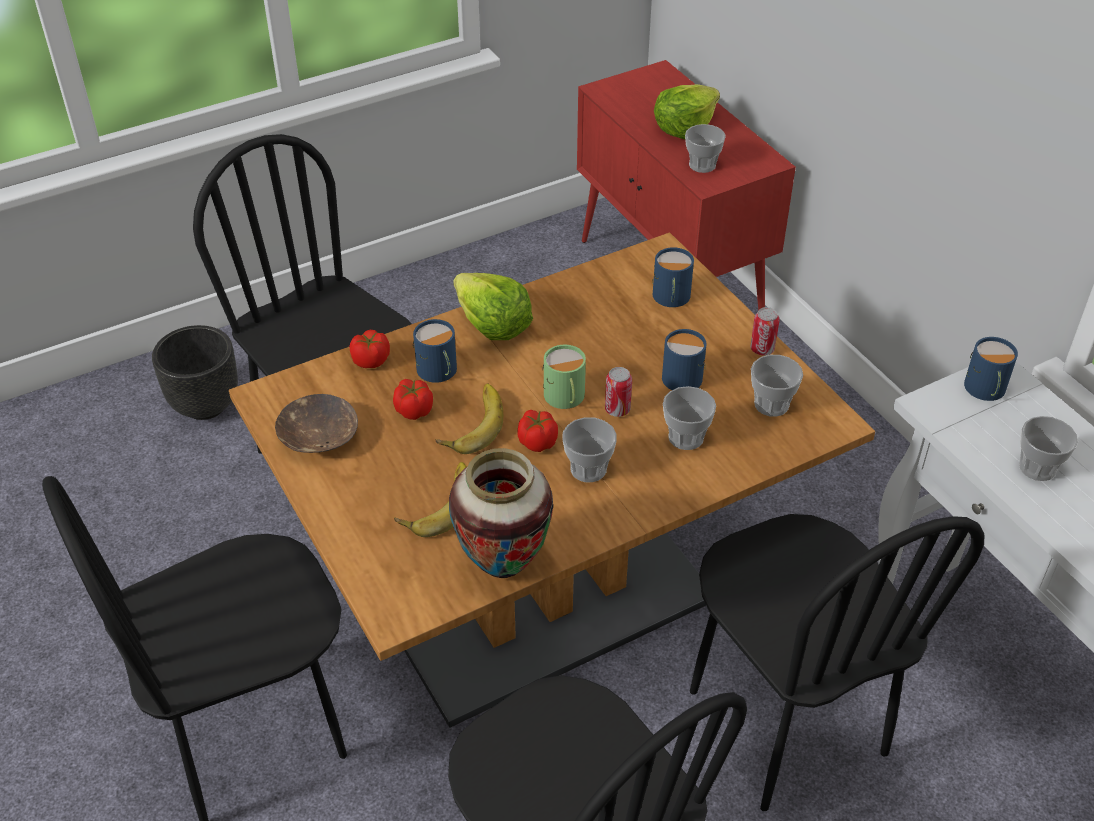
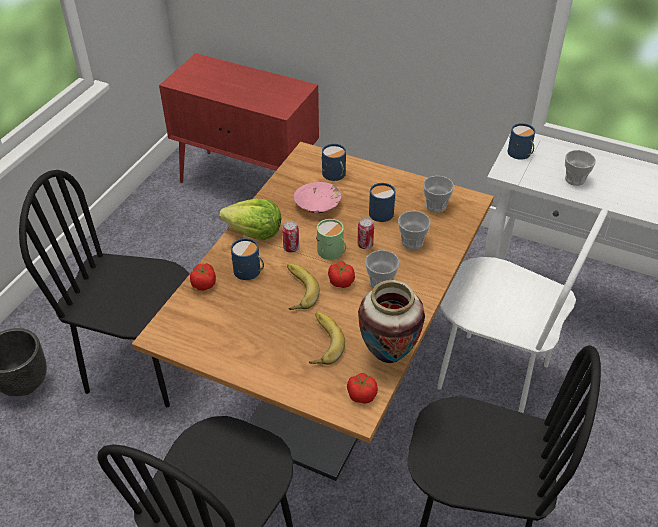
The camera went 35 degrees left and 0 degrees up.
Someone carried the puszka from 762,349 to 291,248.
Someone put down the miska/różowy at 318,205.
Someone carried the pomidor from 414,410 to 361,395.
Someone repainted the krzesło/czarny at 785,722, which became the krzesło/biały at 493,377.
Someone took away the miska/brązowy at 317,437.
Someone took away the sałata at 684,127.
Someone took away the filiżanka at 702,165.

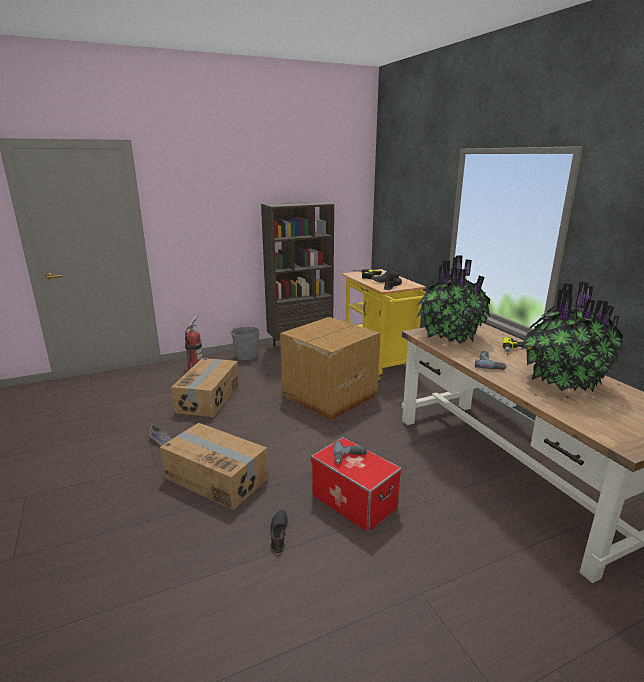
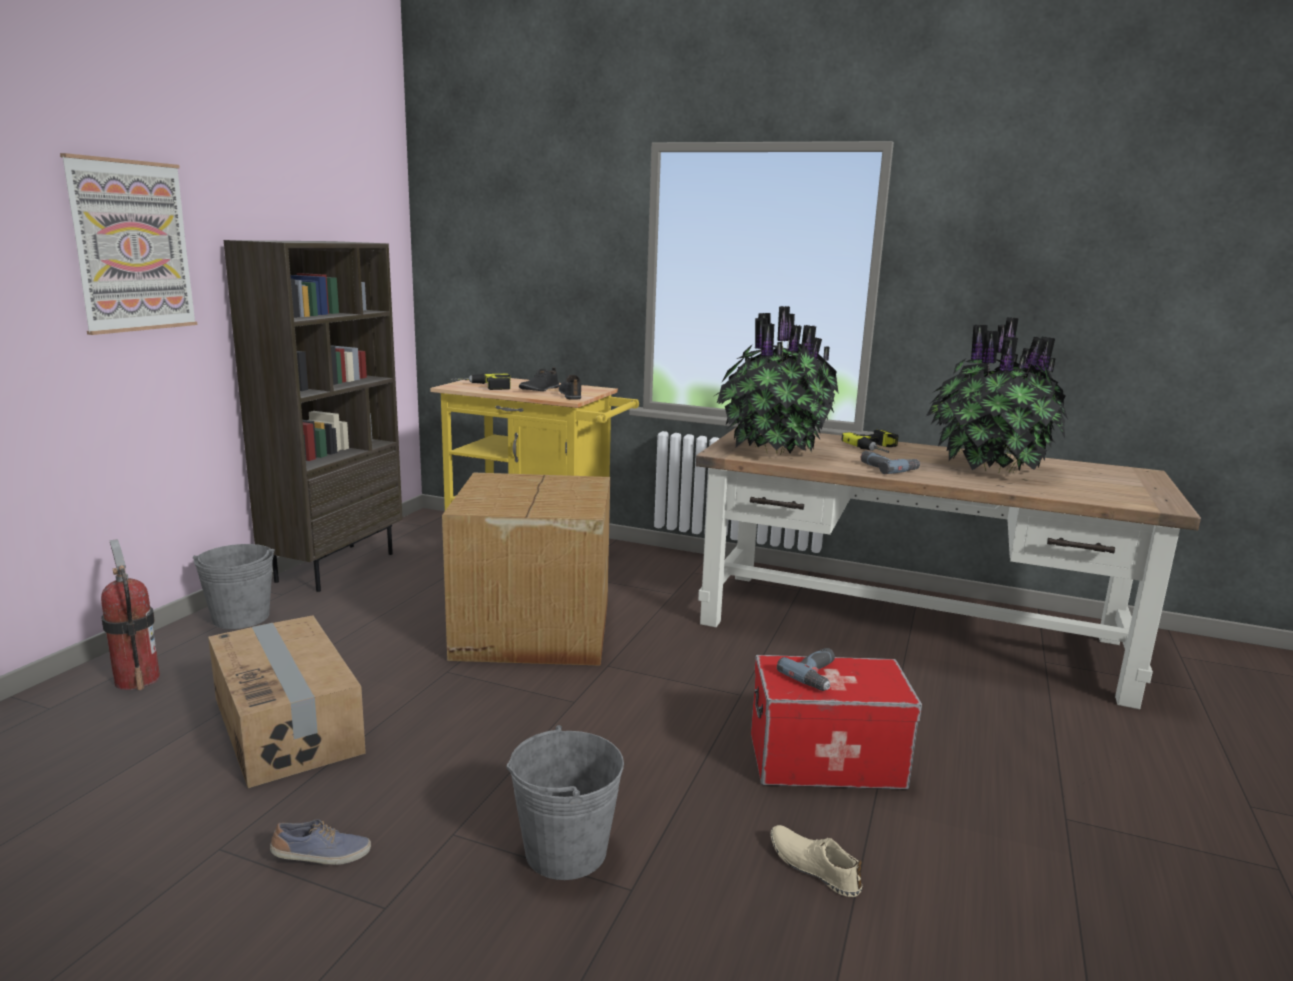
The camera went 45 degrees left and 5 degrees down.
Someone put up the obraz at 132,246.
Someone swapped the karton at 217,478 for the wiadro/szary at 565,851.
Someone repainted the but/czarny at 279,533, which became the but/beżowy at 813,866.

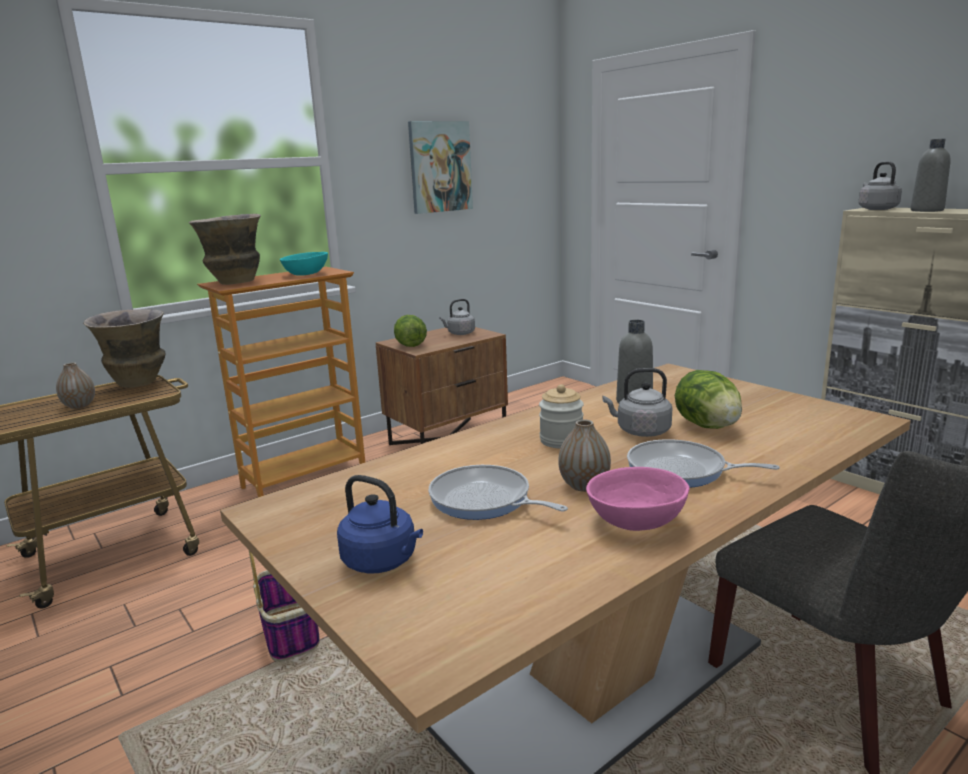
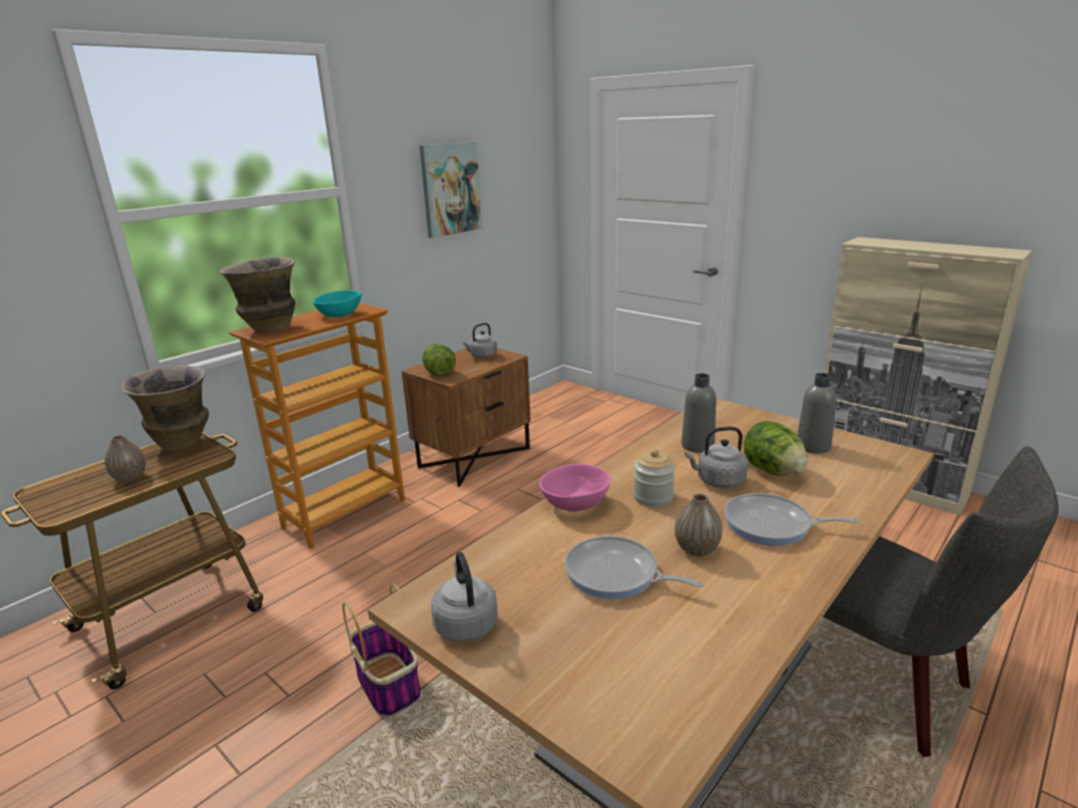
The camera went 10 degrees left and 5 degrees up.
Someone carried the czajnik/szary from 876,209 to 465,623.
Someone carried the miska/różowy from 638,522 to 576,504.
Someone carried the butelka/szary from 927,210 to 813,446.
Someone took away the czajnik/niebieski at 382,562.

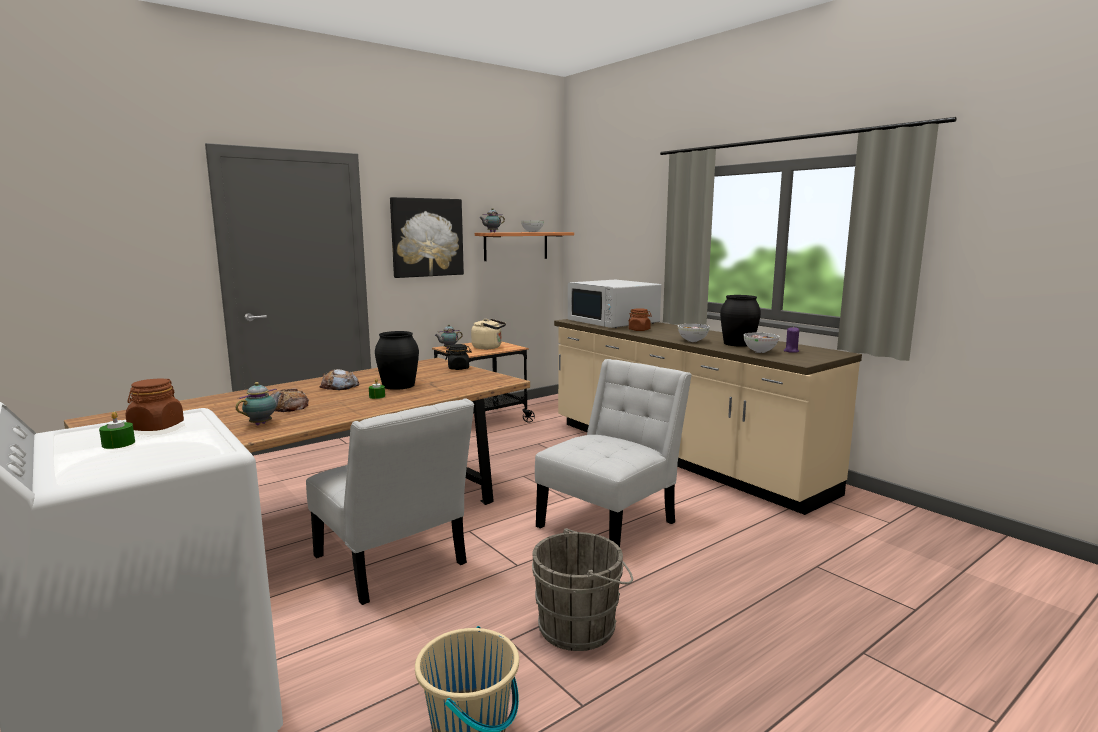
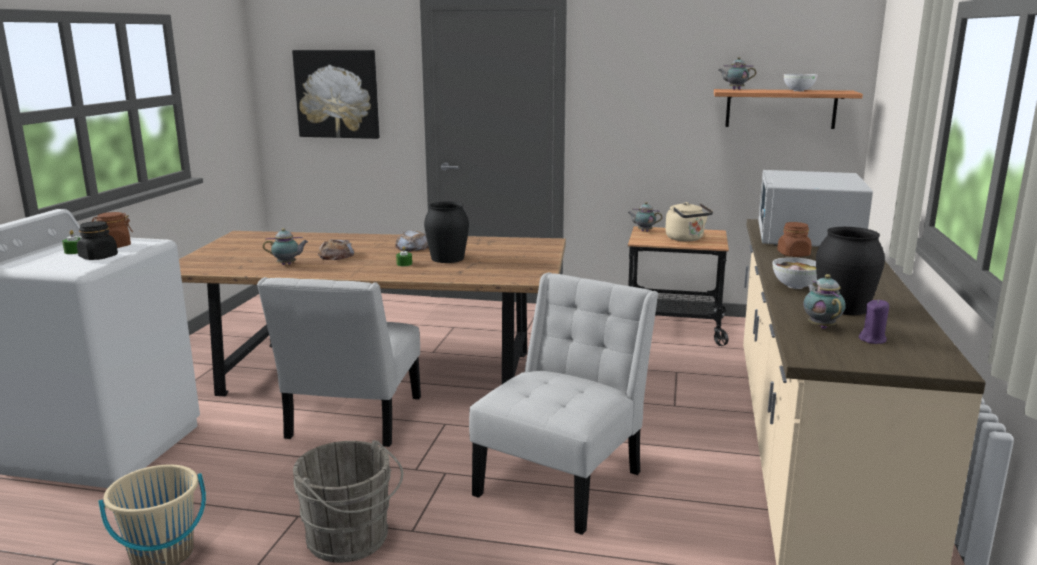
The camera went 50 degrees right and 5 degrees up.
Someone carried the słoik/czarny from 458,368 to 99,257.
Someone carried the obraz from 427,237 to 337,94.
Someone rotated the krzesło/biały at 611,522 by 60 degrees counterclockwise.
Someone swapped the miska at 760,352 for the imbryk at 821,326.

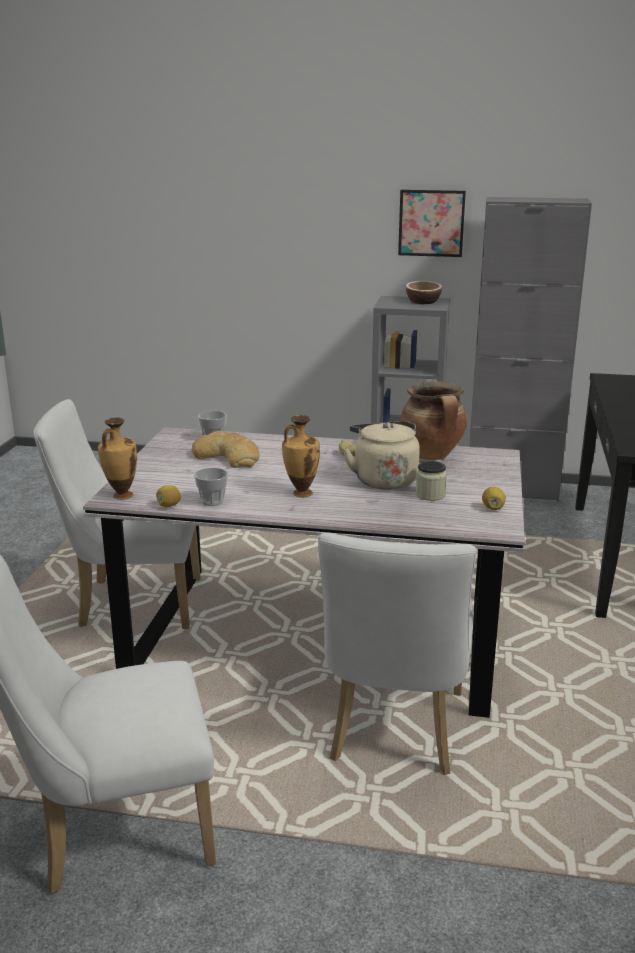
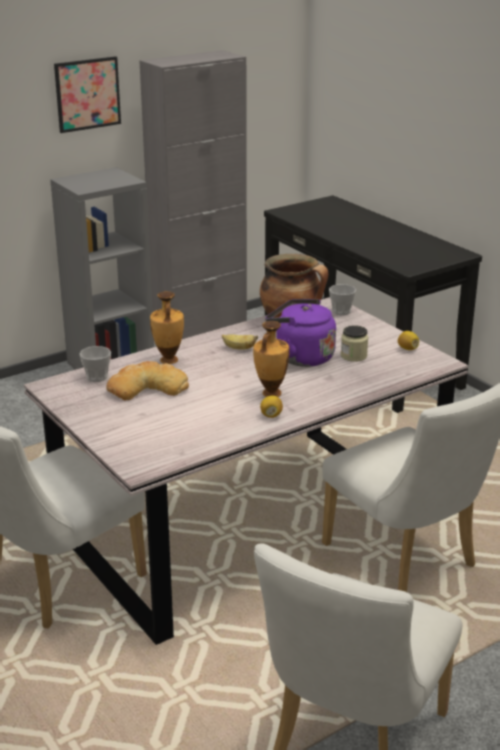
The camera went 45 degrees left and 5 degrees up.
Someone carried the wazon from 121,496 to 168,360.
Someone carried the cytryna from 168,505 to 271,415.
Someone repainted the czajnik/beżowy at 383,479, which became the czajnik/fioletowy at 300,357.
Someone carried the filiżanka from 212,501 to 341,311.
Someone took away the miska at 423,302.

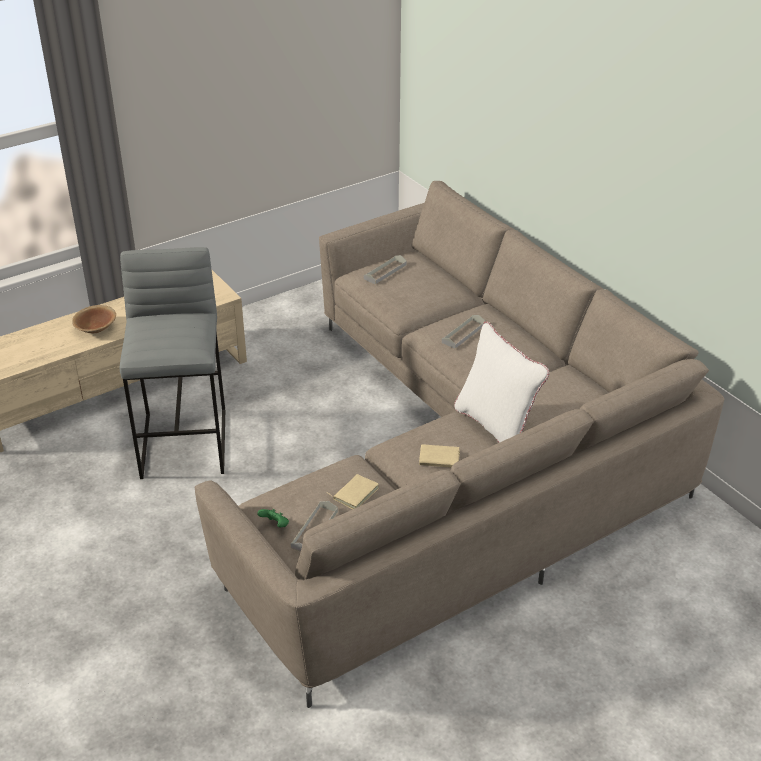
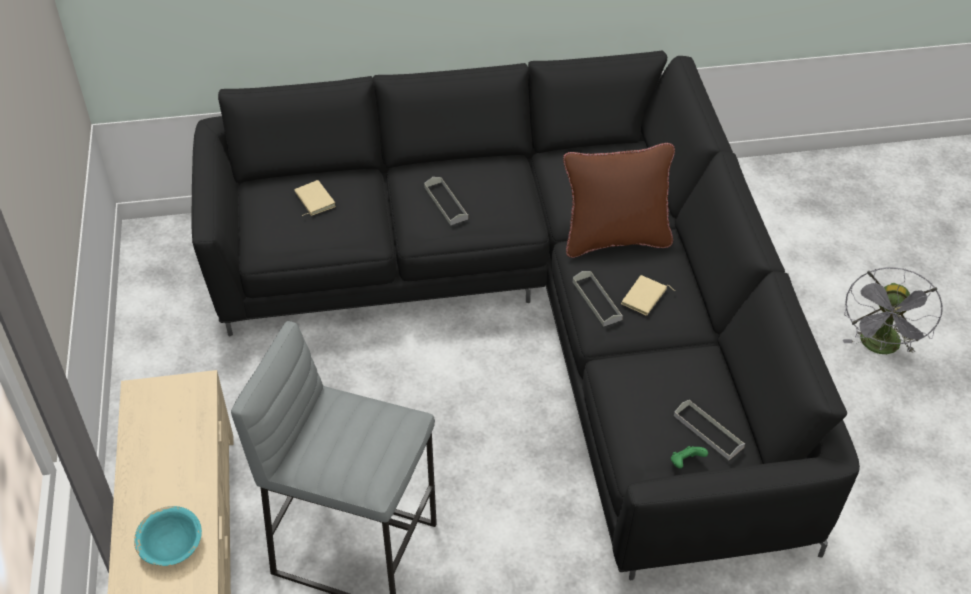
The camera went 65 degrees left and 10 degrees up.
Someone repainted the miska/brązowy at 96,328, which became the miska/turkusowy at 171,546.
Someone repainted the kanapa/beżowy at 459,464, which became the kanapa/czarny at 539,314.
Someone carried the książka/beżowy from 355,493 to 313,200.
Someone repainted the poduszka/biały at 496,427, which became the poduszka/brązowy at 615,239.
Someone carried the taca/szary from 385,272 to 597,300.
Someone put down the wentylator/szary at 880,347.

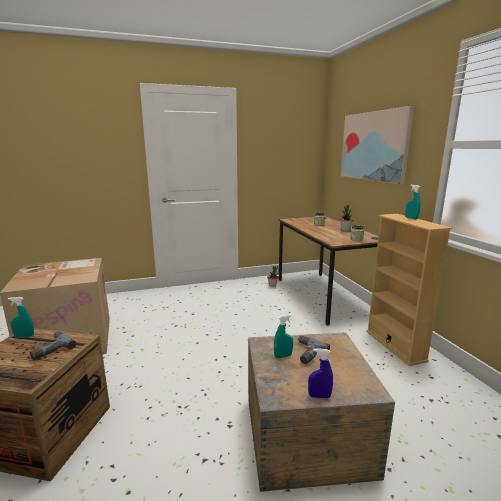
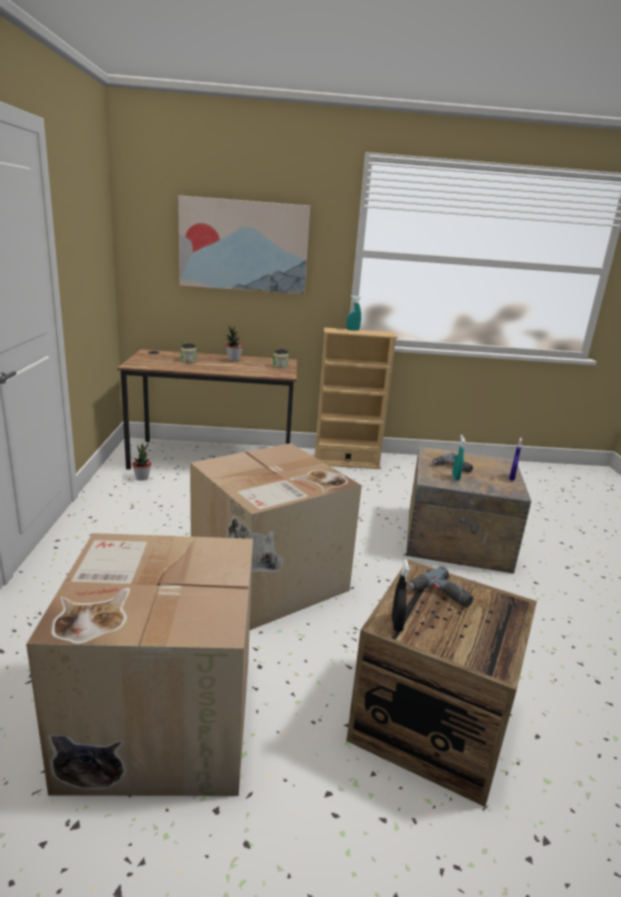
The camera went 75 degrees left and 5 degrees up.
Someone put down the karton at 268,579.
Someone repainted the spryskiwacz/turkusowy at 24,336, which became the spryskiwacz/czarny at 396,624.

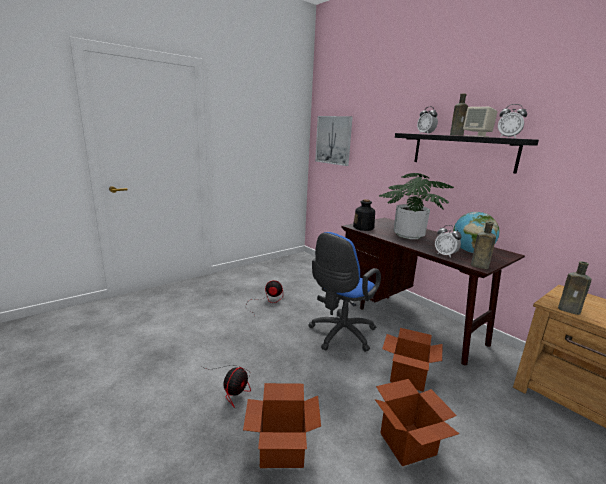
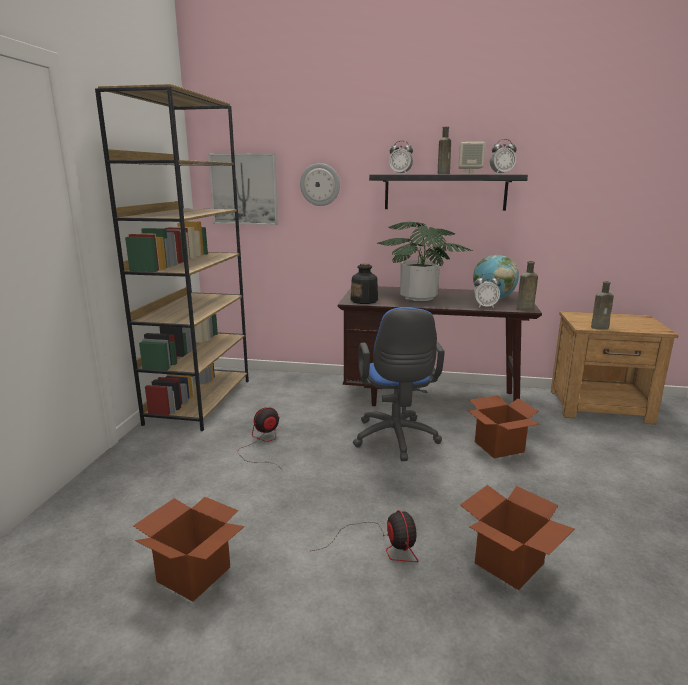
The camera went 40 degrees left and 0 degrees up.
Someone put down the regał/brązowy at 199,401.
Someone carried the karton from 407,444 to 194,575.
Someone put up the zegar ścienny at 320,184.

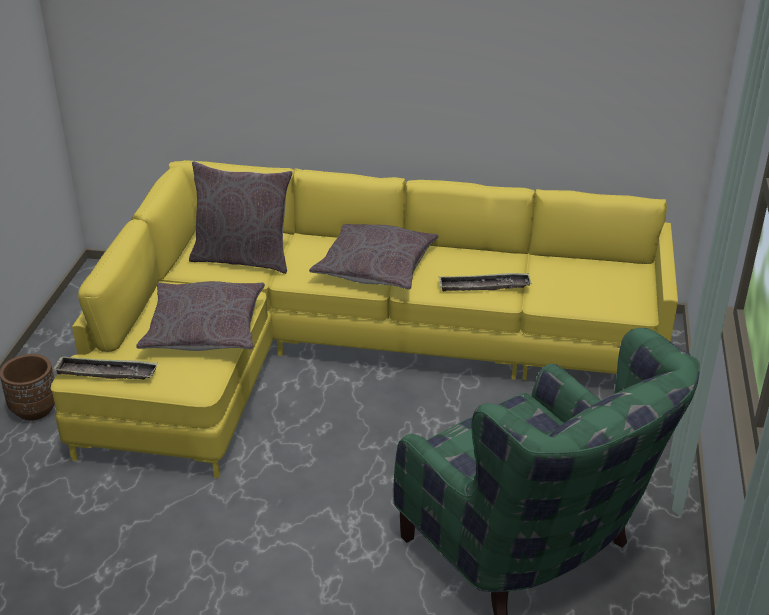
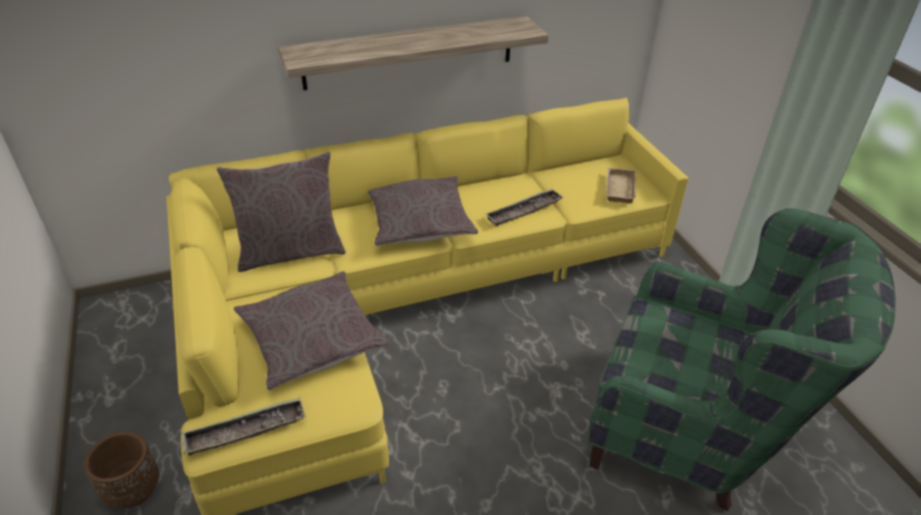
The camera went 30 degrees left and 5 degrees up.
Someone put up the półka at 409,52.
Someone put down the taca/beżowy at 618,188.

